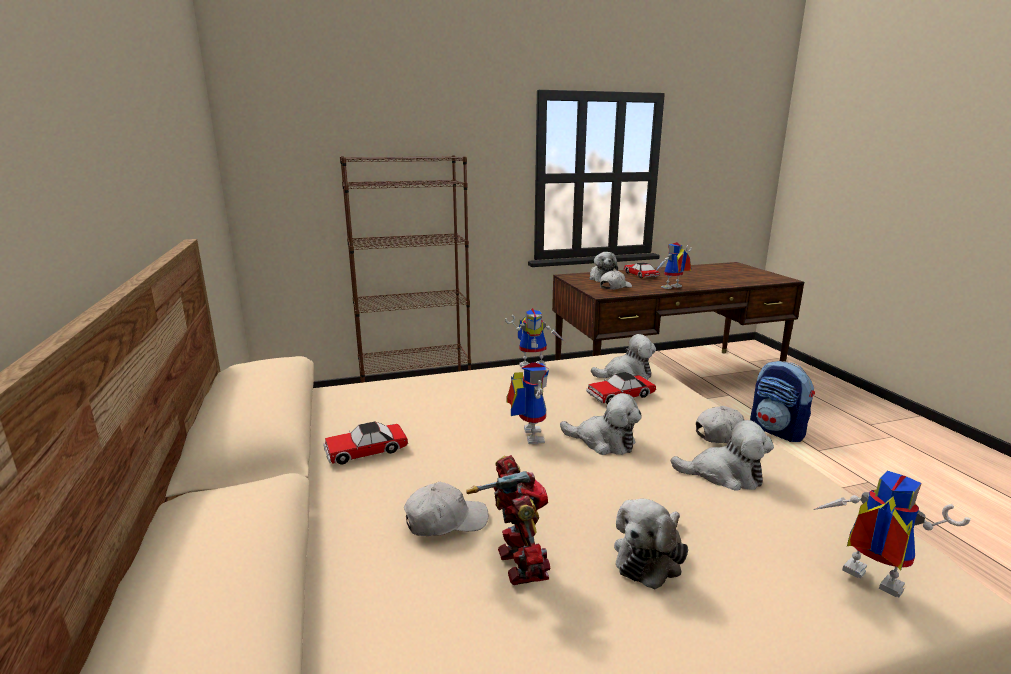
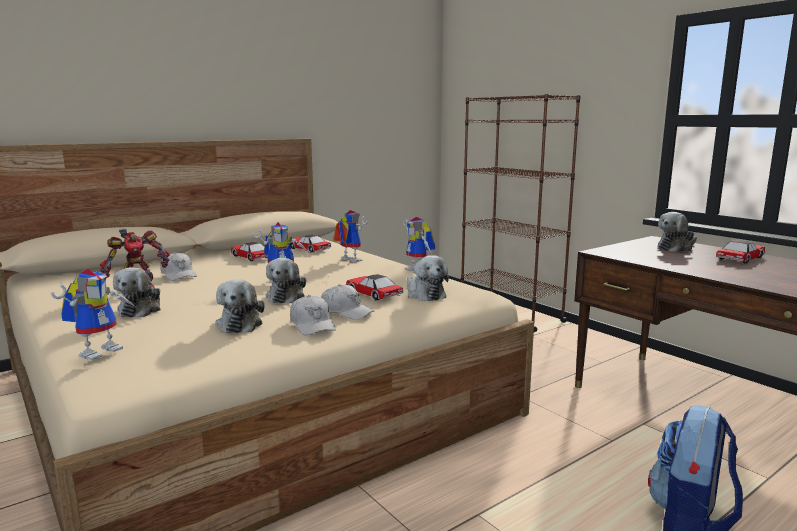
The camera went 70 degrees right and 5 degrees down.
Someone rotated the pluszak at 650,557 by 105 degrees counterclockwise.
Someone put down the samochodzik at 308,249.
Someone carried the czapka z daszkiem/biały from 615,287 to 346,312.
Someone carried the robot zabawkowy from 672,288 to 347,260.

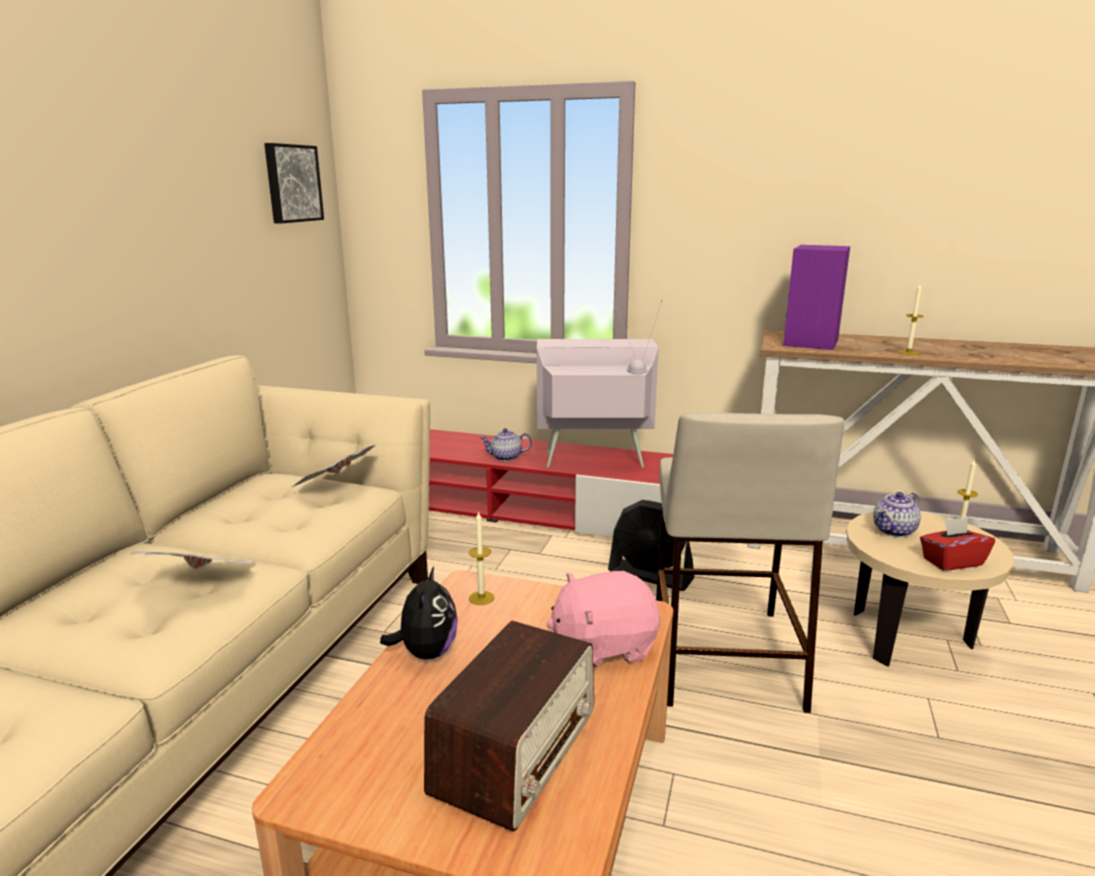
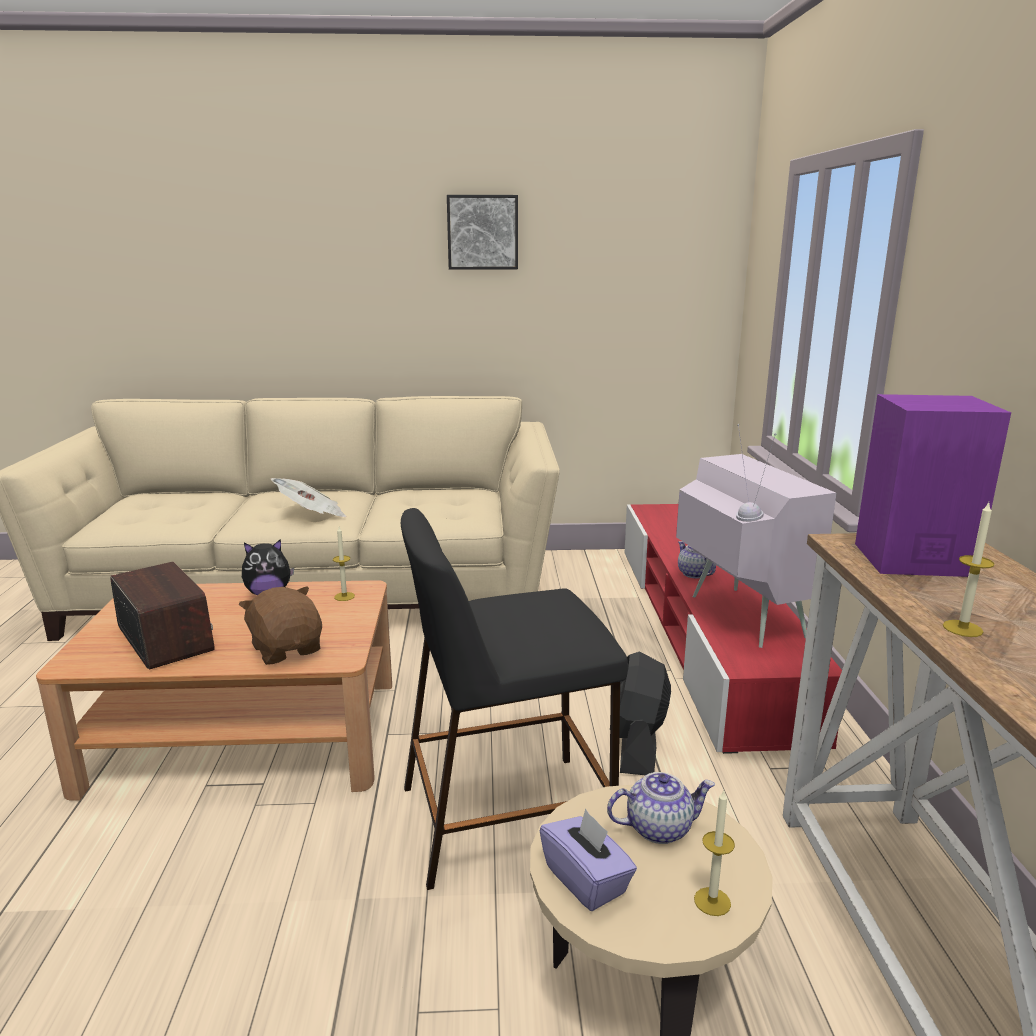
The camera went 70 degrees right and 0 degrees up.
Someone rotated the radio at 516,750 by 135 degrees counterclockwise.
Someone repainted the pluszak/różowy at 604,645, which became the pluszak/brązowy at 287,649.
Someone repainted the stołek/beżowy at 723,653, which became the stołek/czarny at 508,815.
Someone carried the obraz from 292,183 to 482,232.
Someone repainted the pudełko chusteczek/czerwony at 952,562, which became the pudełko chusteczek/fioletowy at 586,880.
Someone rotated the imbryk at 894,531 by 135 degrees clockwise.
Someone took away the gazeta at 335,487.

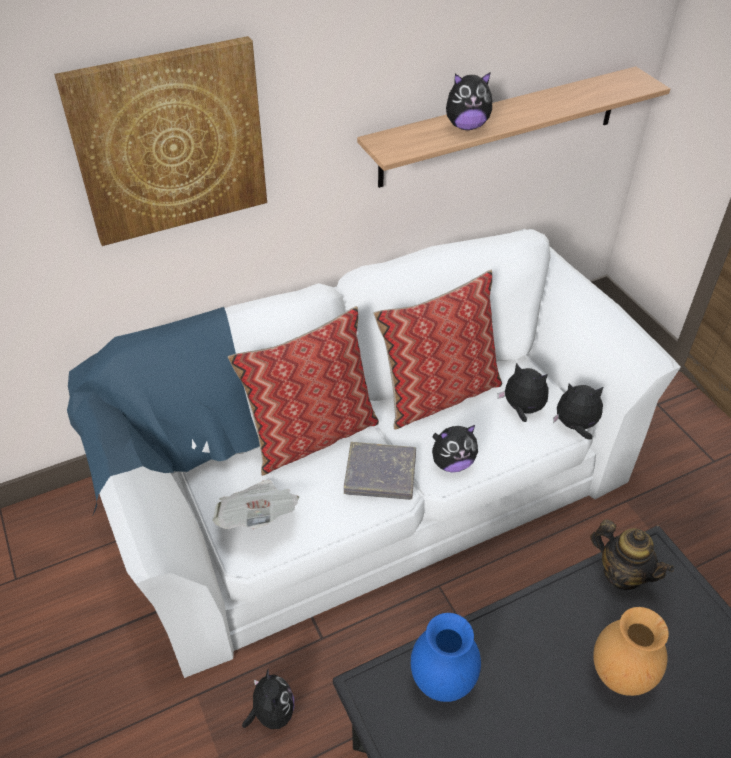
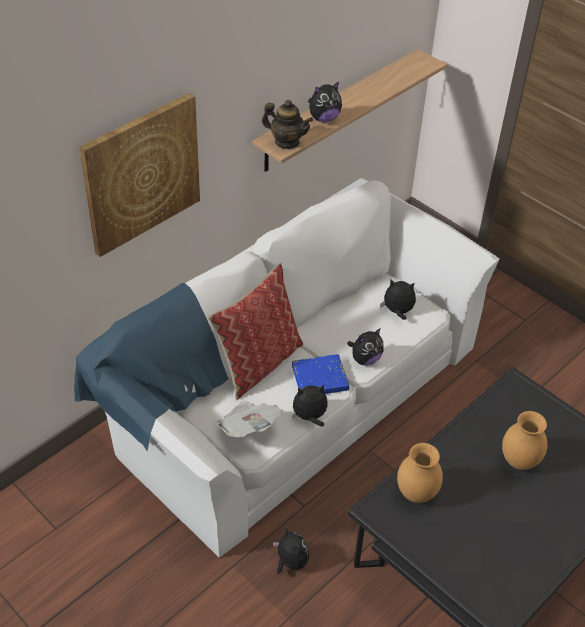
The camera went 20 degrees left and 0 degrees up.
Someone carried the imbryk from 622,574 to 287,142.
Someone repainted the książka/szary at 380,474, which became the książka/niebieski at 320,378.
Someone carried the pluszak from 575,426 to 309,417.
Someone repainted the wazon/niebieski at 441,680, which became the wazon/brązowy at 415,493.
Someone took away the poduszka at 438,394.

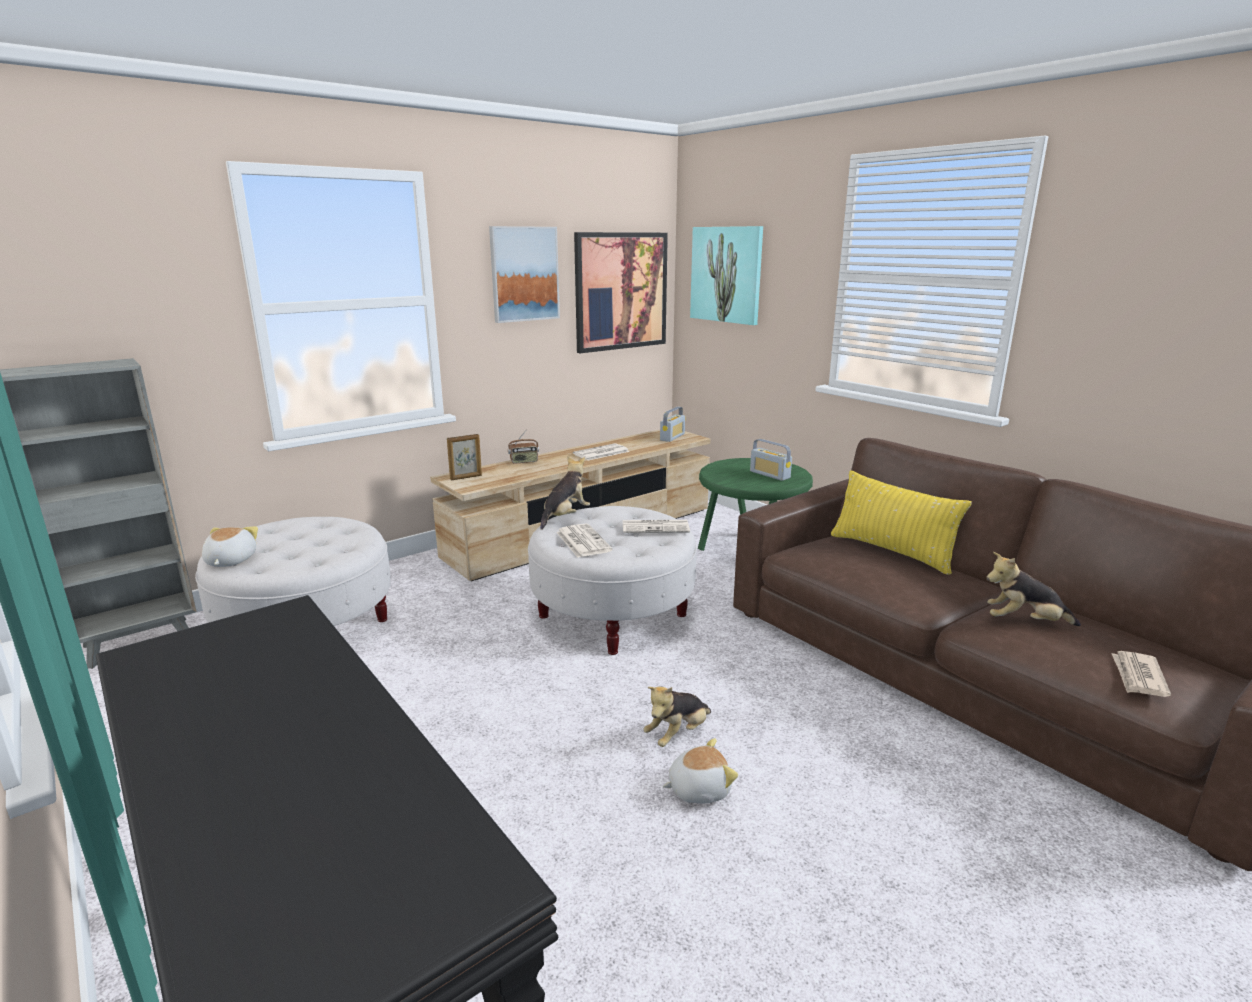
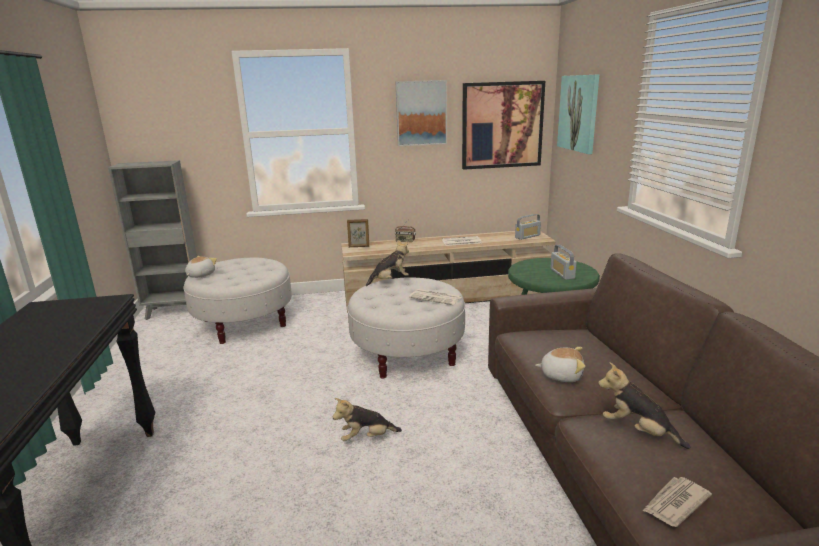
The camera went 30 degrees right and 0 degrees up.
Someone carried the pluszak from 698,788 to 561,375.
Someone took away the gazeta at 582,541.
Someone took away the poduszka/żółty at 891,551.

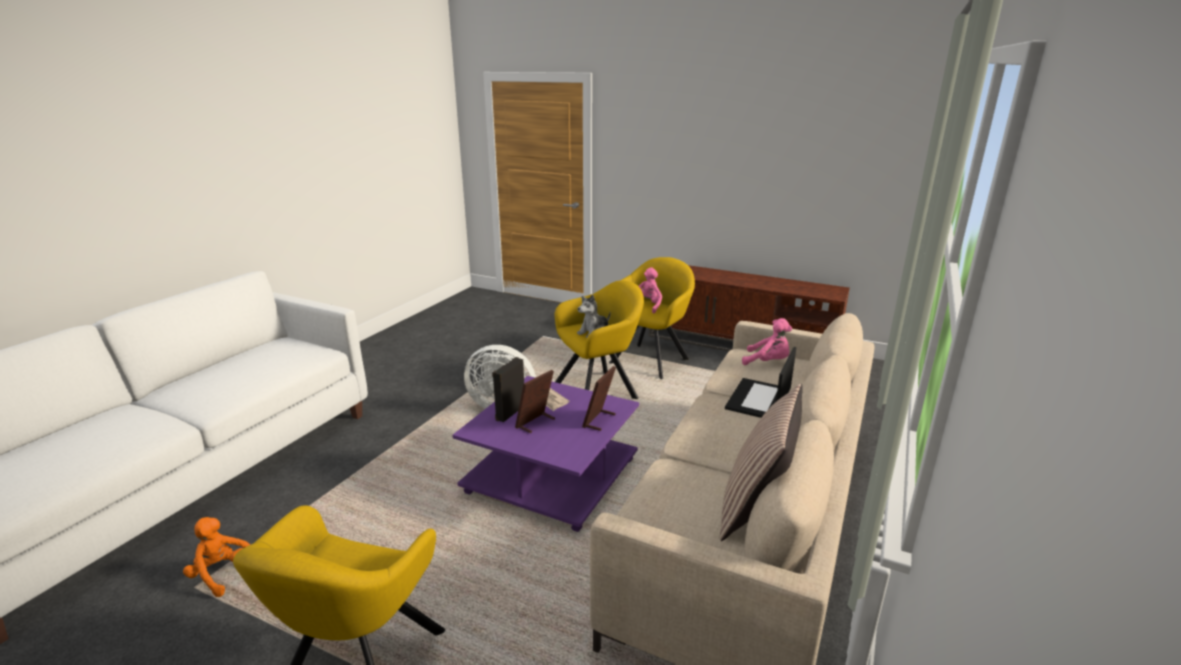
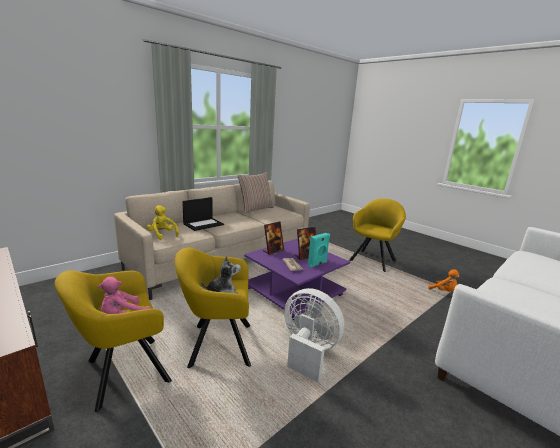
The camera went 160 degrees left and 5 degrees down.
Someone repainted the pluszak/różowy at 768,362, which became the pluszak/żółty at 162,235.
Someone repainted the głośnik/czarny at 509,412, which became the głośnik/turkusowy at 317,264.

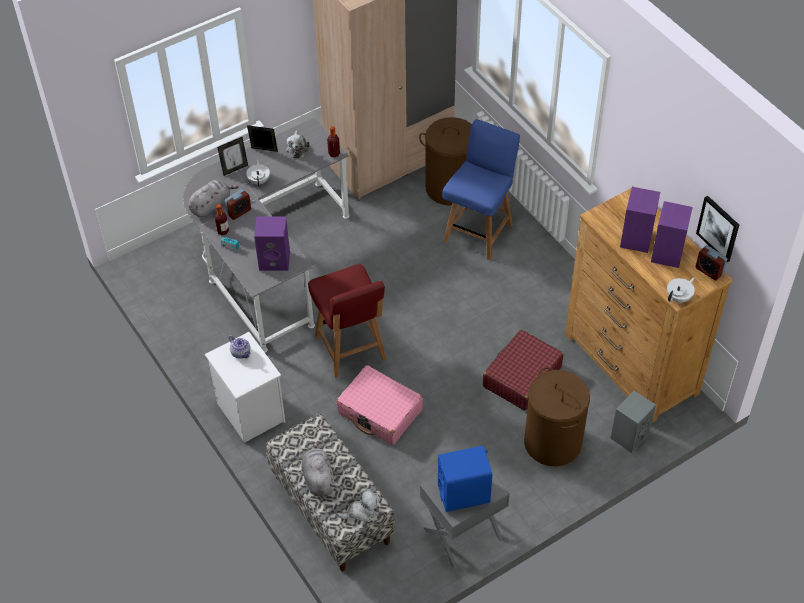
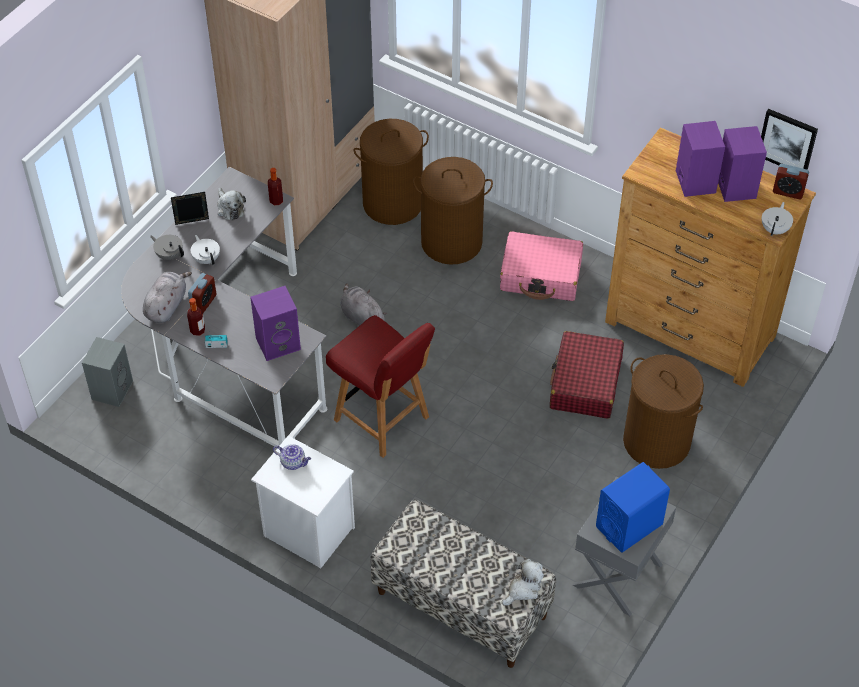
The camera went 25 degrees left and 0 degrees up.
Someone carried the głośnik/szary from 629,435 to 112,389.
Someone swapped the ramka na zdjęcie at 234,169 for the imbryk/szary at 169,255.
Someone carried the pluszak/szary from 318,478 to 361,317.
Someone swapped the krzesło/niebieski at 479,232 for the kosz na pranie/brązowy at 452,242.
Someone carried the walizka/różowy from 380,412 to 541,275.

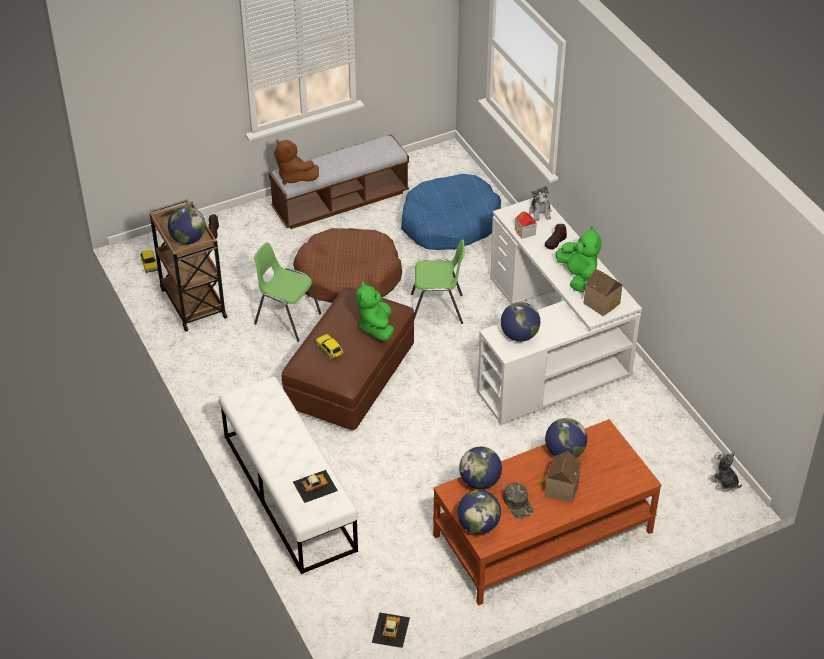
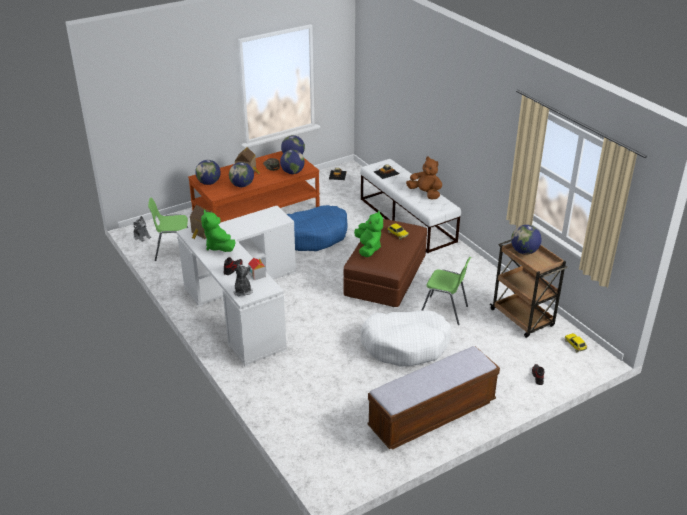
The camera went 175 degrees right and 10 degrees down.
Someone carried the krzesło/zielony from 437,309 to 174,251.
Someone carried the globus from 519,336 to 209,183.
Someone carried the legowisko/niebieski from 449,223 to 313,236.
Someone repainted the legowisko/brązowy at 348,277, which became the legowisko/biały at 405,345.
Someone carried the pluszak/brązowy from 294,177 to 425,193.

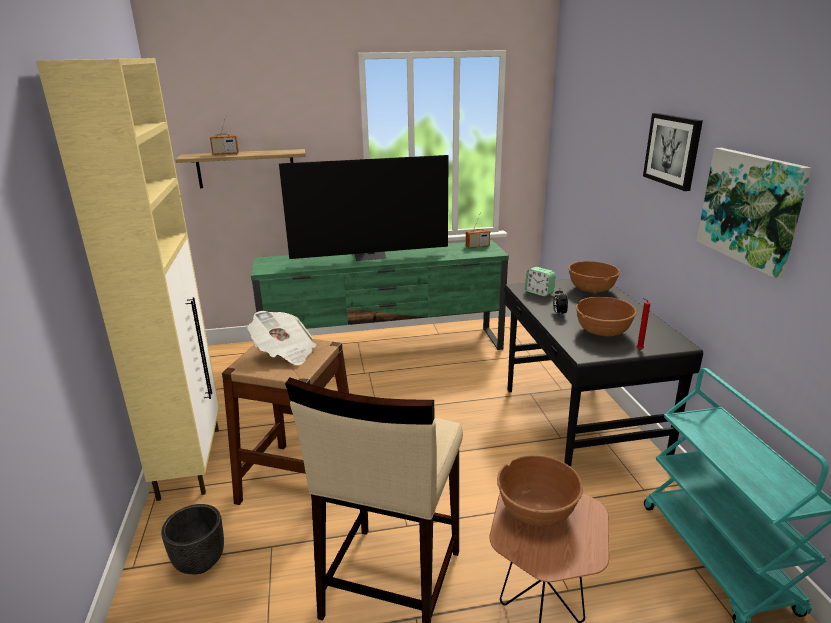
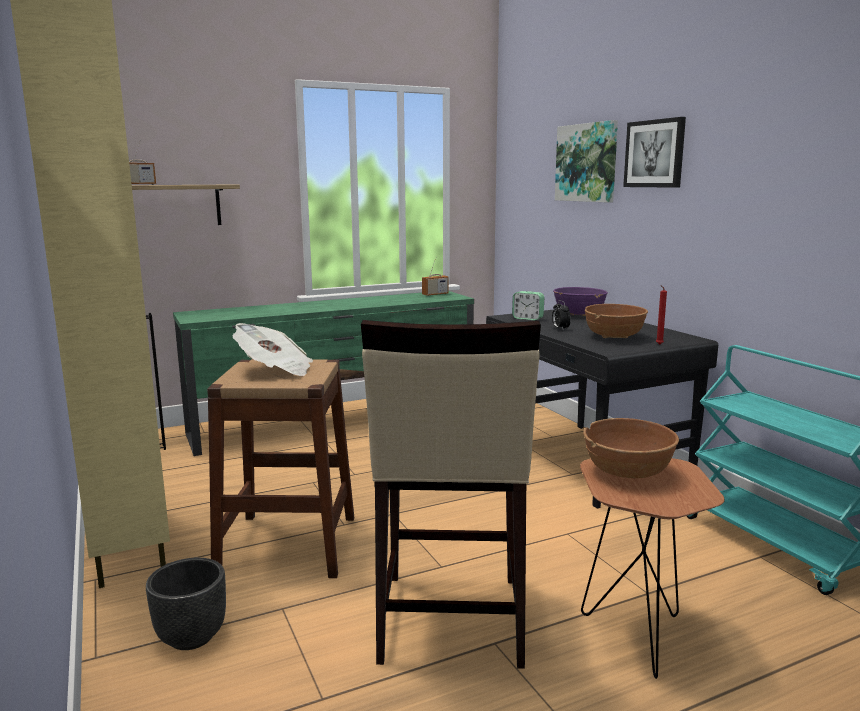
The camera went 15 degrees left and 10 degrees down.
Someone repainted the miska/brązowy at 591,289, which became the miska/fioletowy at 579,314.
Someone carried the obraz from 751,208 to 587,163.
Someone took away the telewizor at 370,256.

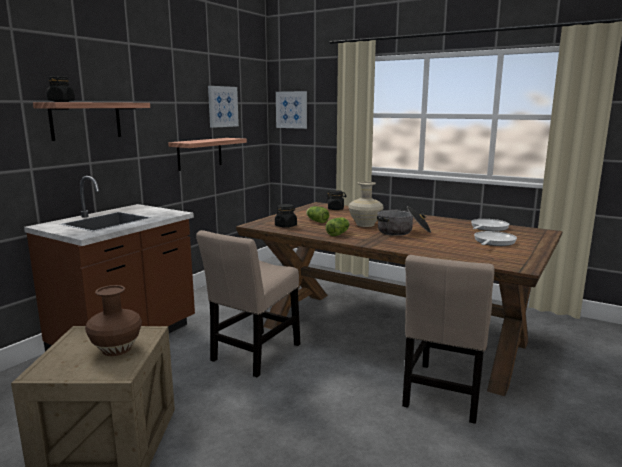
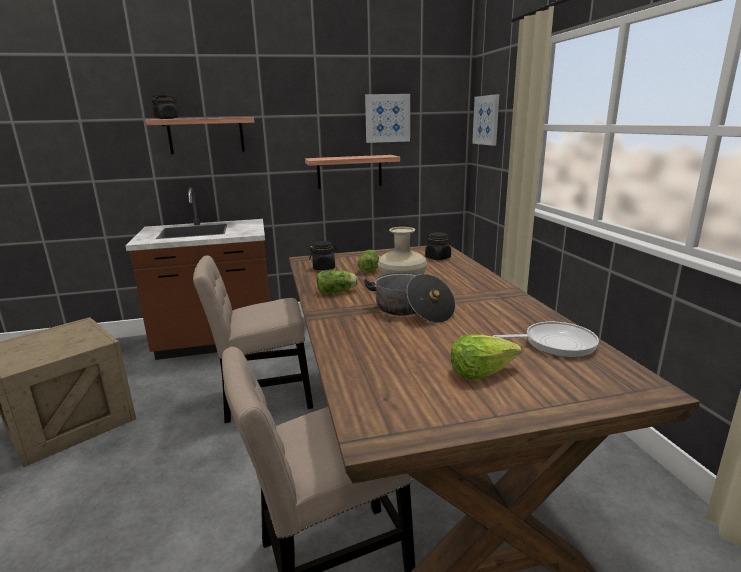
The camera went 45 degrees right and 5 degrees up.
Someone swapped the patelnia at 493,242 for the sałata at 481,371.
Someone took away the wazon/brązowy at 117,349.

